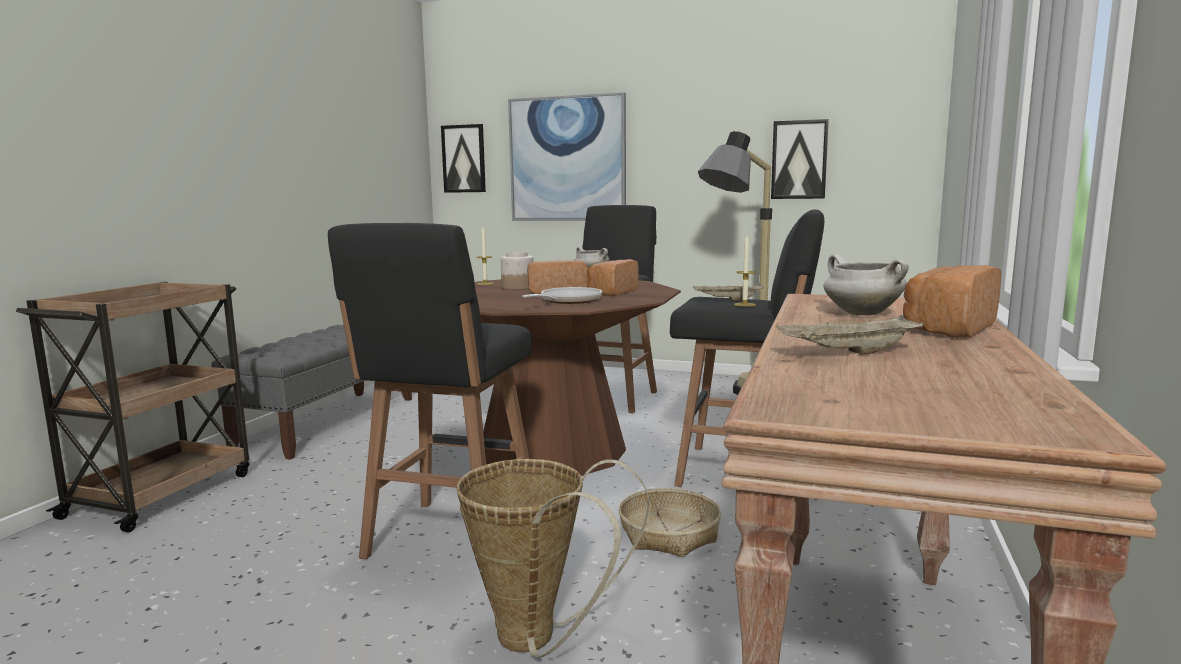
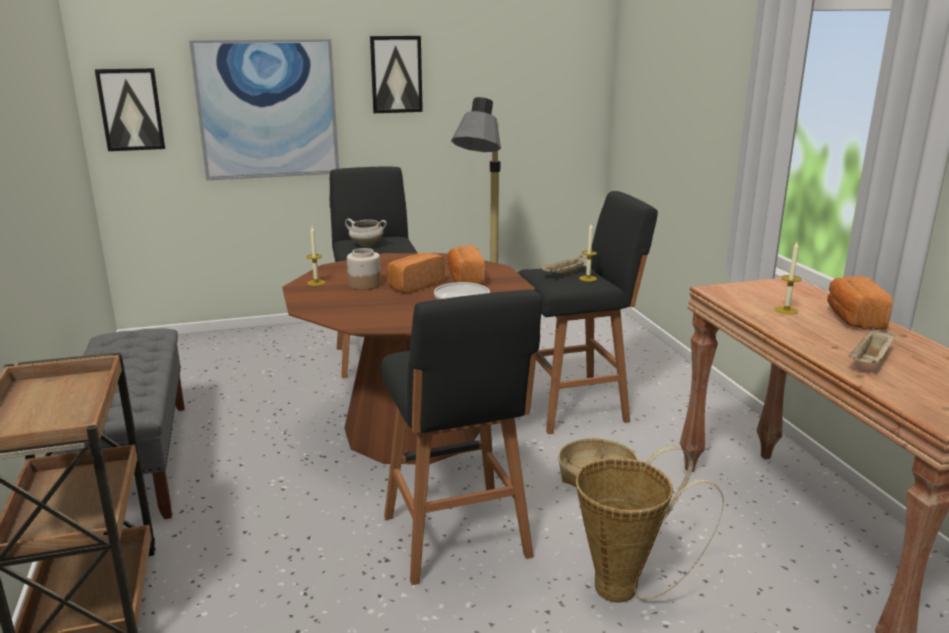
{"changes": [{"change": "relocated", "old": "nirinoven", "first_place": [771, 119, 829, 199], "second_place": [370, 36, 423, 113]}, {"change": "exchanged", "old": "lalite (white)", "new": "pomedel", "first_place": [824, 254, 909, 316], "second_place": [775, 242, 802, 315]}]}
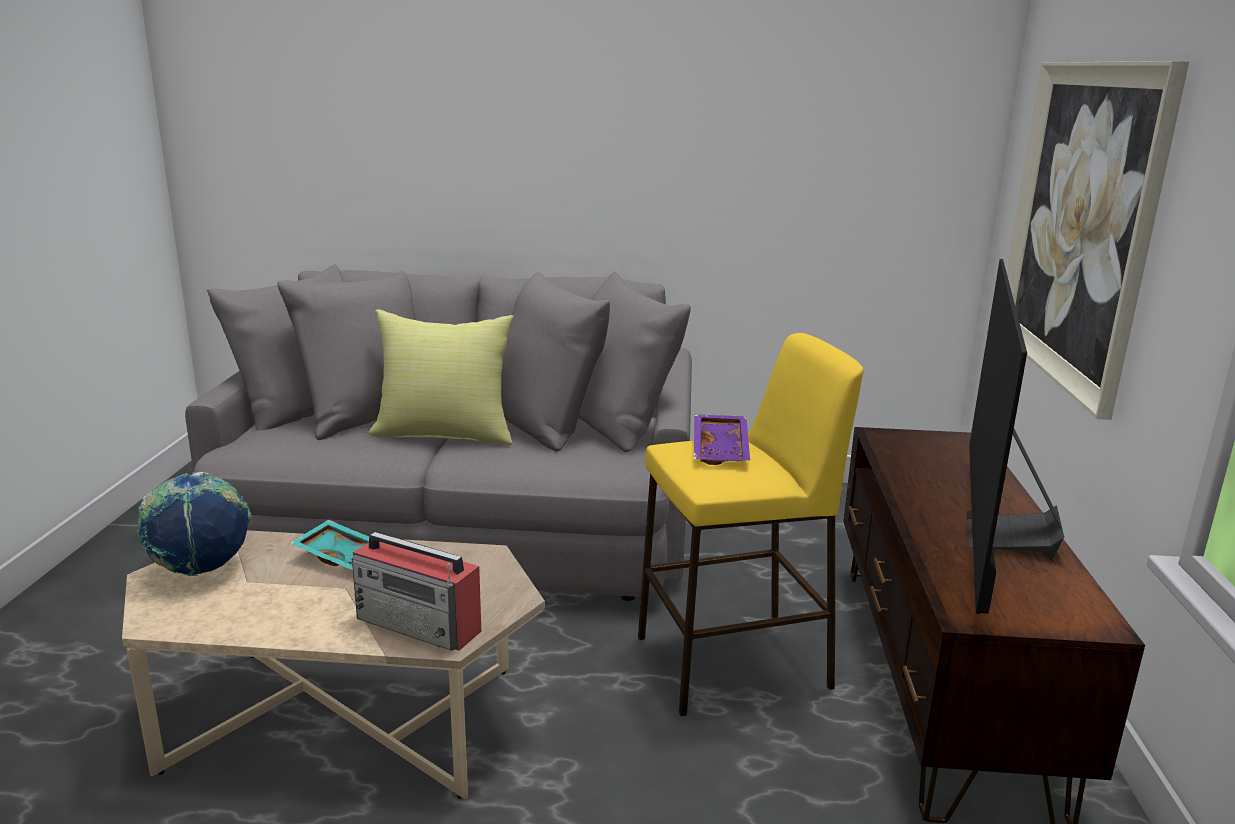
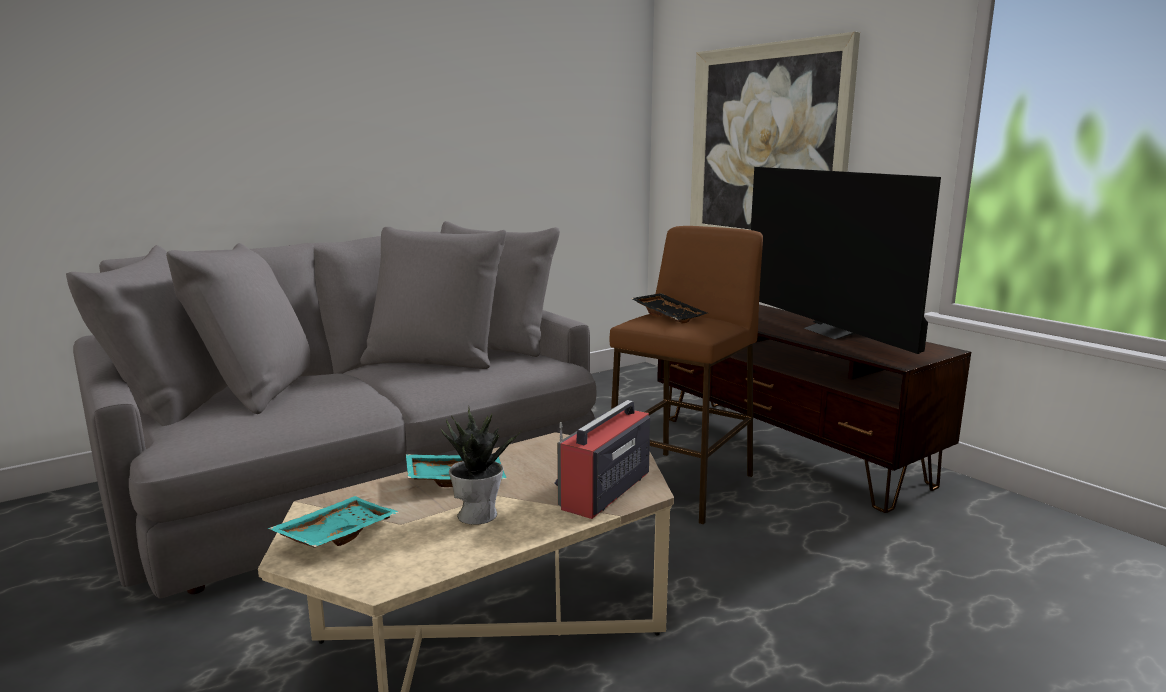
{"changes": [{"change": "exchanged", "old": "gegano", "new": "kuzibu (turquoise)", "first_place": [137, 472, 251, 576], "second_place": [268, 496, 399, 547]}, {"change": "appeared", "new": "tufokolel", "second_place": [441, 405, 521, 525]}, {"change": "spun", "old": "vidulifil", "first_place": [352, 532, 481, 651], "second_place": [555, 400, 650, 519], "degrees": 135}, {"change": "colour", "old": "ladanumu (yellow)", "new": "ladanumu (brown)", "first_place": [638, 333, 863, 716], "second_place": [610, 226, 763, 524]}, {"change": "colour", "old": "kuzibu (purple)", "new": "kuzibu (black)", "first_place": [694, 415, 750, 465], "second_place": [631, 293, 707, 324]}, {"change": "missing", "old": "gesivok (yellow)", "first_place": [368, 309, 514, 445]}]}
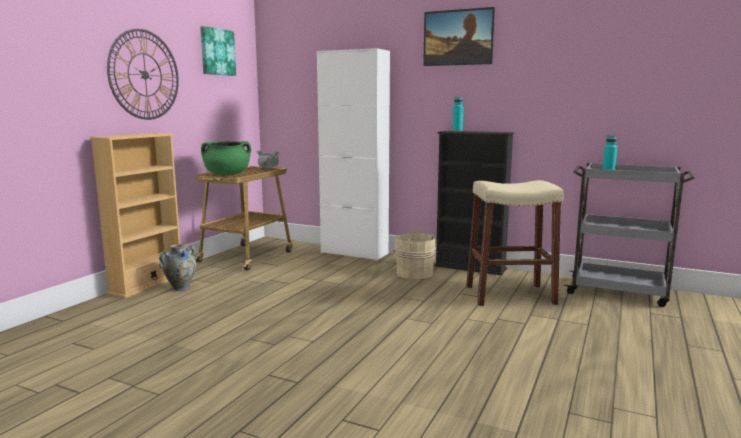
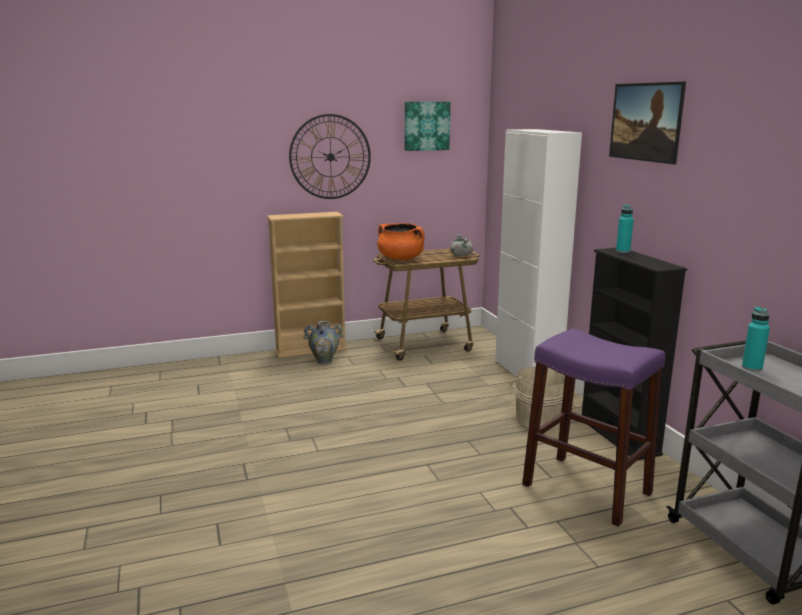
{"changes": [{"change": "colour", "old": "lalite (green)", "new": "lalite (orange)", "first_place": [201, 141, 251, 175], "second_place": [377, 223, 424, 260]}, {"change": "colour", "old": "ladanumu (beige)", "new": "ladanumu (purple)", "first_place": [466, 180, 564, 306], "second_place": [522, 329, 665, 527]}]}
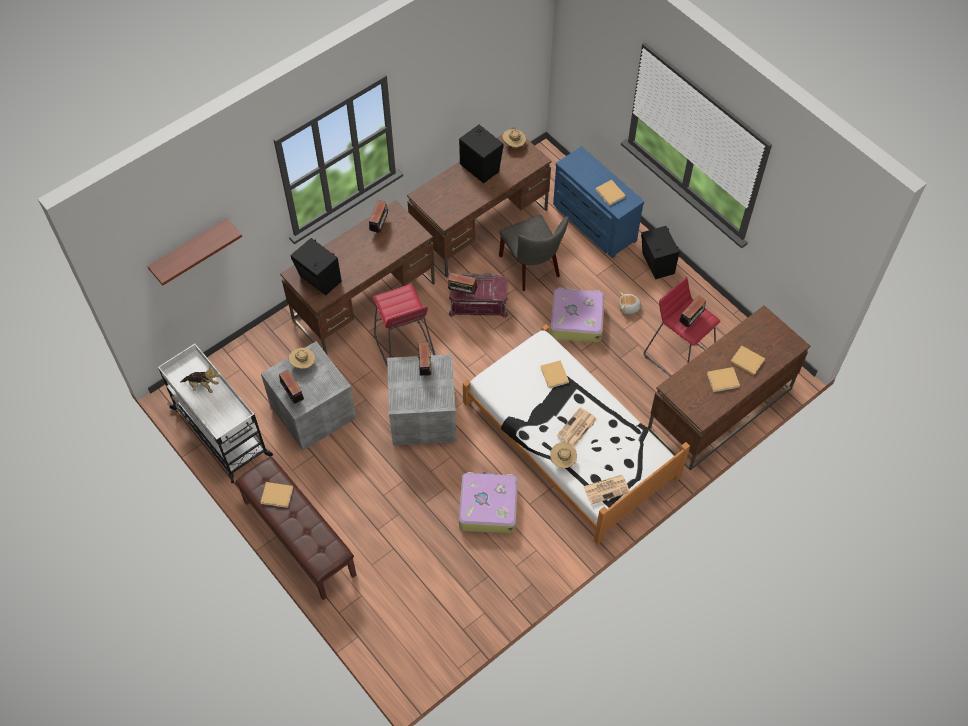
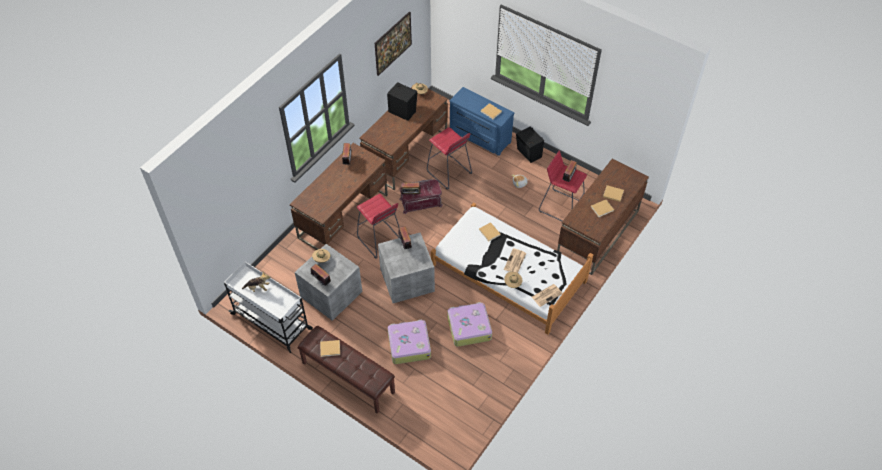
{"changes": [{"change": "appeared", "new": "nirinoven", "second_place": [375, 12, 412, 76]}, {"change": "relocated", "old": "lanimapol", "first_place": [550, 288, 605, 343], "second_place": [388, 319, 431, 364]}, {"change": "exchanged", "old": "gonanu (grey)", "new": "ladanumu (red)", "first_place": [499, 215, 569, 291], "second_place": [427, 127, 472, 189]}, {"change": "missing", "old": "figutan", "first_place": [147, 218, 242, 285]}, {"change": "missing", "old": "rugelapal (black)", "first_place": [291, 238, 342, 295]}]}
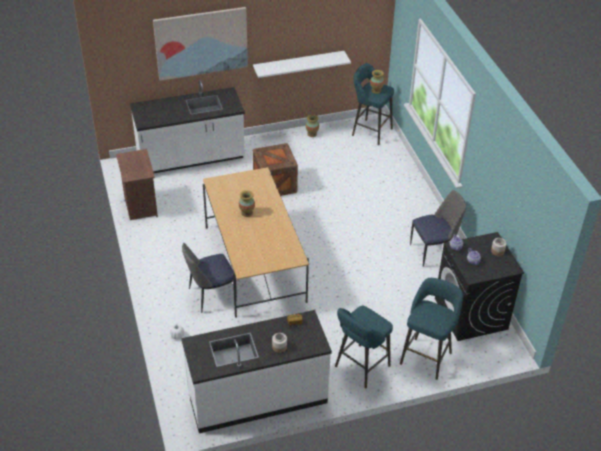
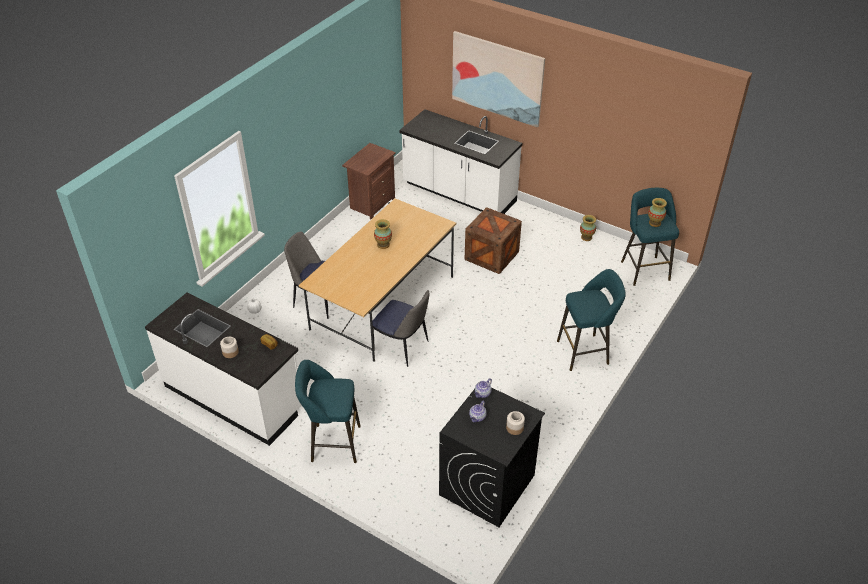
{"changes": [{"change": "relocated", "old": "gonanu", "first_place": [410, 190, 466, 267], "second_place": [372, 290, 430, 367]}, {"change": "relocated", "old": "ladanumu (turquoise)", "first_place": [400, 278, 463, 380], "second_place": [557, 269, 626, 371]}, {"change": "missing", "old": "figutan (white)", "first_place": [253, 51, 351, 78]}]}
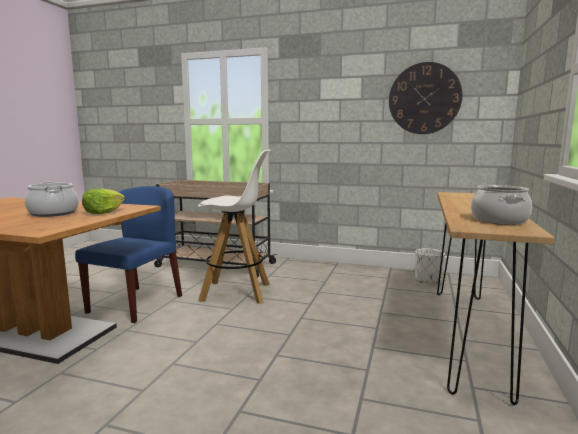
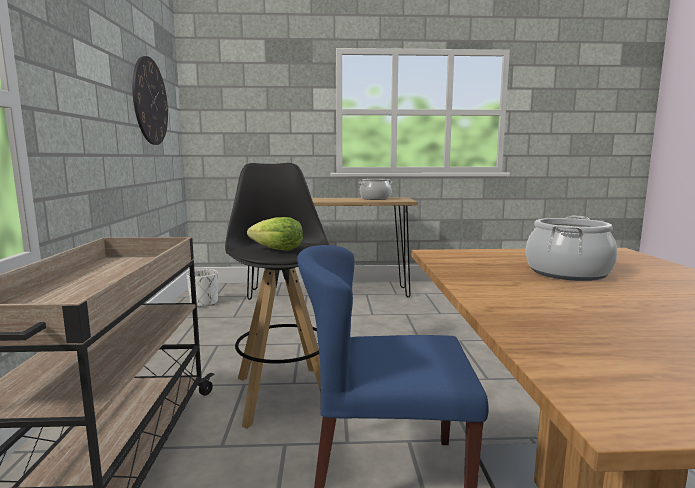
{"changes": [{"change": "colour", "old": "ladanumu (white)", "new": "ladanumu (black)", "first_place": [198, 149, 271, 304], "second_place": [225, 163, 329, 429]}, {"change": "relocated", "old": "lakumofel", "first_place": [82, 189, 125, 214], "second_place": [247, 217, 303, 251]}]}
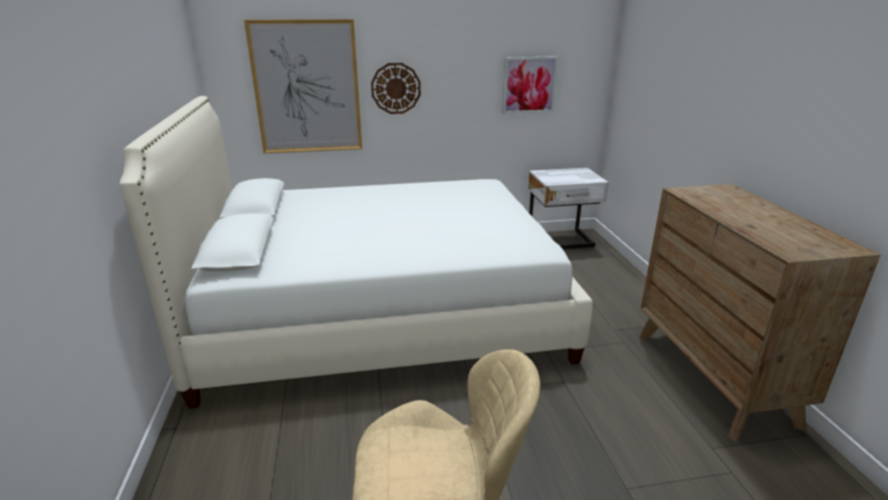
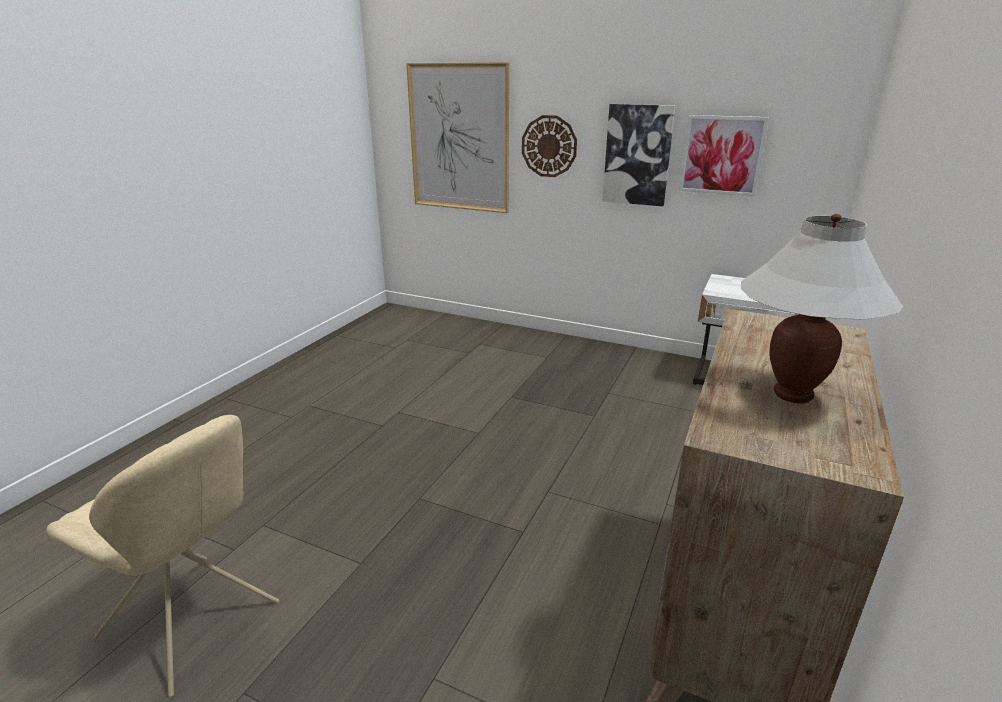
{"changes": [{"change": "appeared", "new": "nirinoven", "second_place": [602, 104, 676, 206]}, {"change": "appeared", "new": "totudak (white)", "second_place": [741, 214, 903, 404]}, {"change": "missing", "old": "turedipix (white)", "first_place": [120, 96, 593, 409]}]}
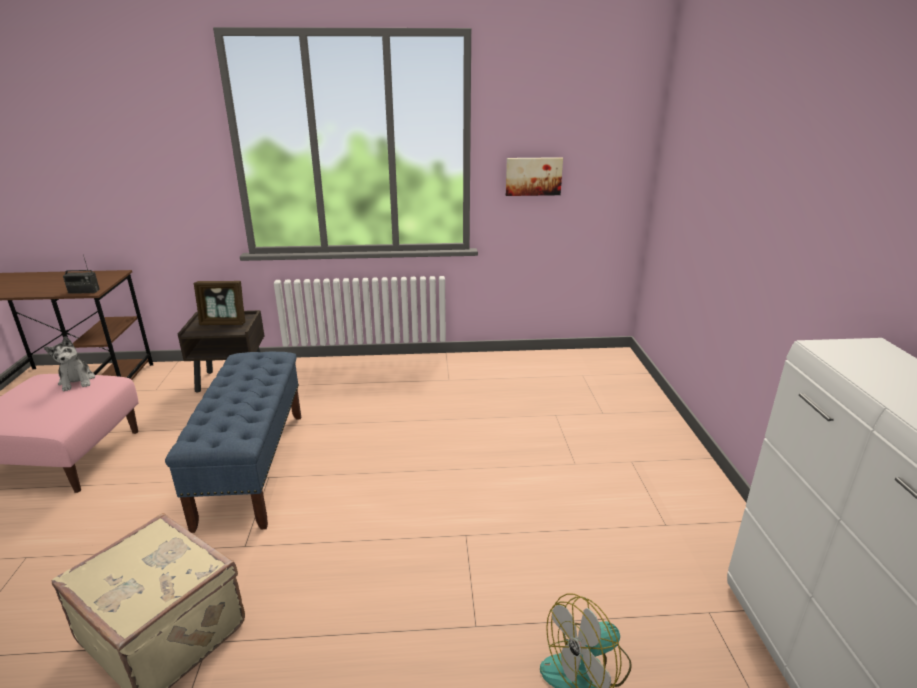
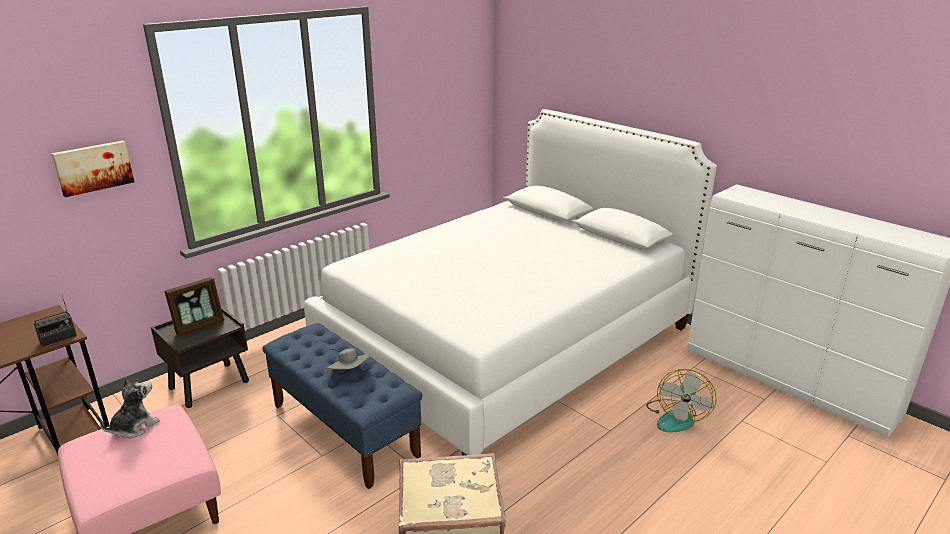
{"changes": [{"change": "relocated", "old": "nirinoven", "first_place": [506, 157, 563, 196], "second_place": [52, 141, 134, 197]}, {"change": "spun", "old": "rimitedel", "first_place": [44, 336, 95, 391], "second_place": [100, 376, 160, 438], "degrees": -75}, {"change": "appeared", "new": "turedipix (white)", "second_place": [304, 109, 717, 455]}, {"change": "appeared", "new": "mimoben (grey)", "second_place": [327, 349, 370, 369]}]}
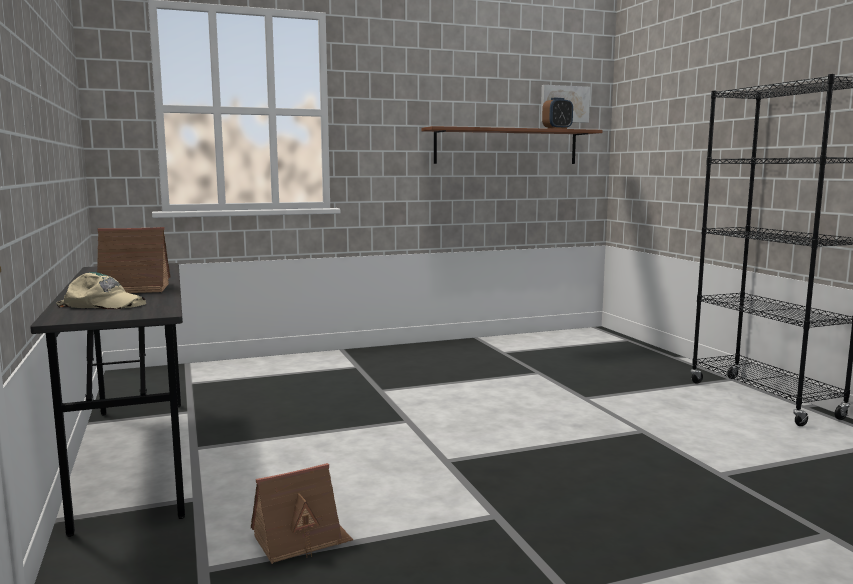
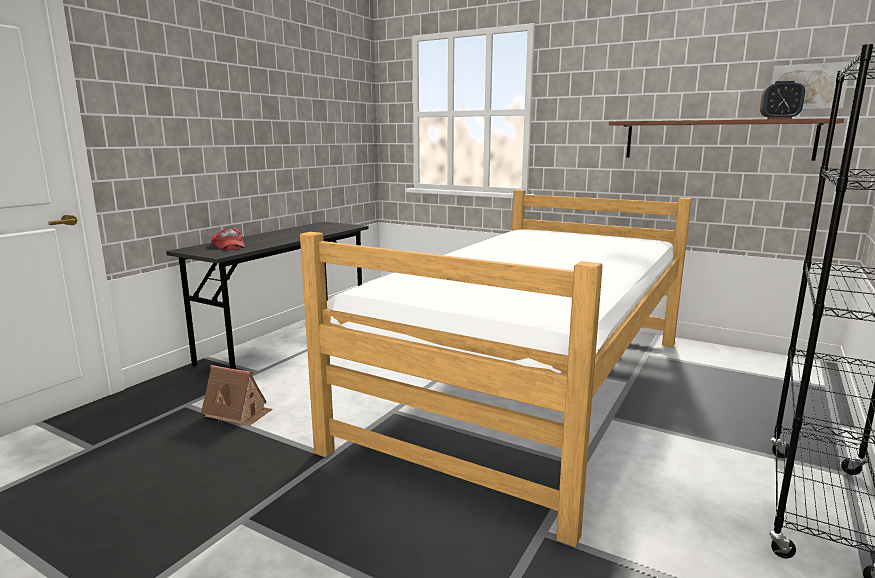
{"changes": [{"change": "colour", "old": "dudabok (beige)", "new": "dudabok (red)", "first_place": [56, 272, 146, 309], "second_place": [211, 226, 245, 250]}, {"change": "appeared", "new": "turedipix", "second_place": [300, 190, 692, 547]}, {"change": "missing", "old": "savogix", "first_place": [97, 227, 171, 293]}]}
